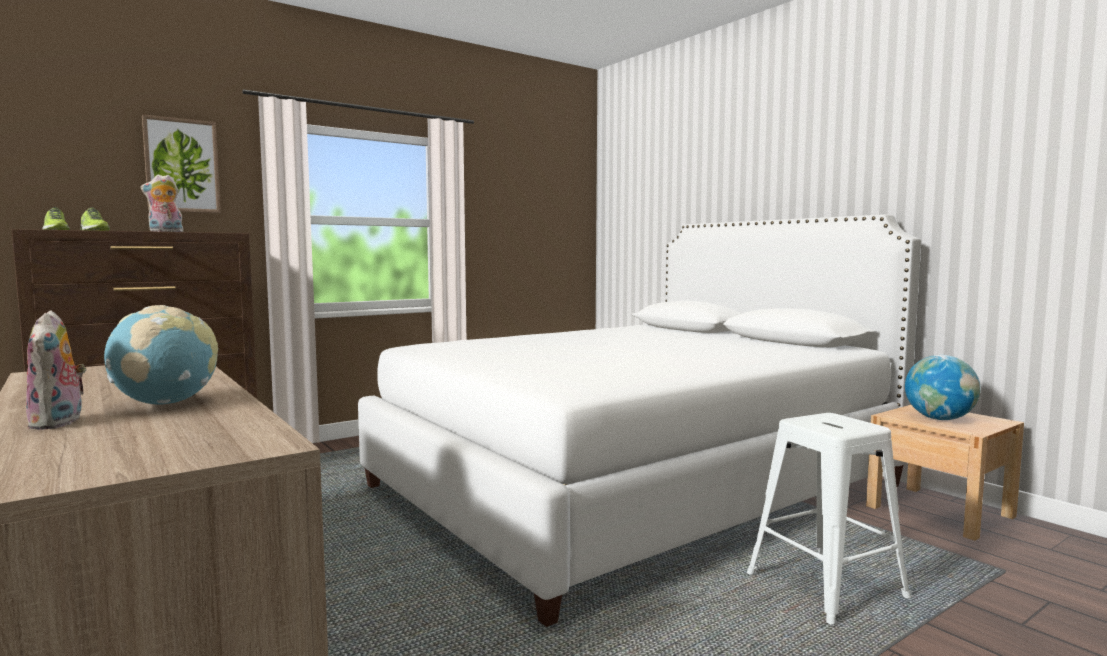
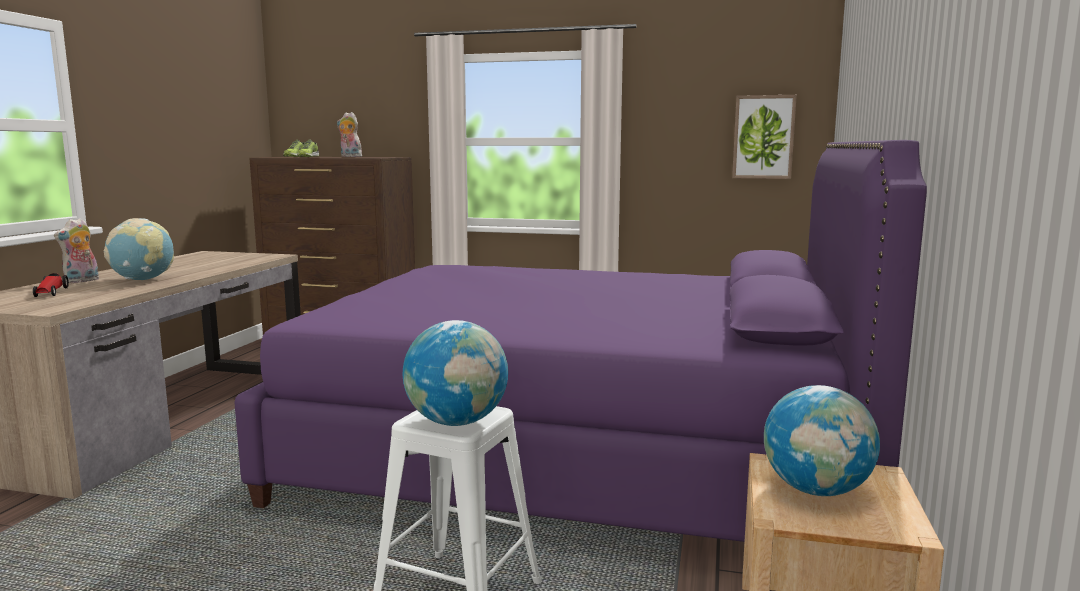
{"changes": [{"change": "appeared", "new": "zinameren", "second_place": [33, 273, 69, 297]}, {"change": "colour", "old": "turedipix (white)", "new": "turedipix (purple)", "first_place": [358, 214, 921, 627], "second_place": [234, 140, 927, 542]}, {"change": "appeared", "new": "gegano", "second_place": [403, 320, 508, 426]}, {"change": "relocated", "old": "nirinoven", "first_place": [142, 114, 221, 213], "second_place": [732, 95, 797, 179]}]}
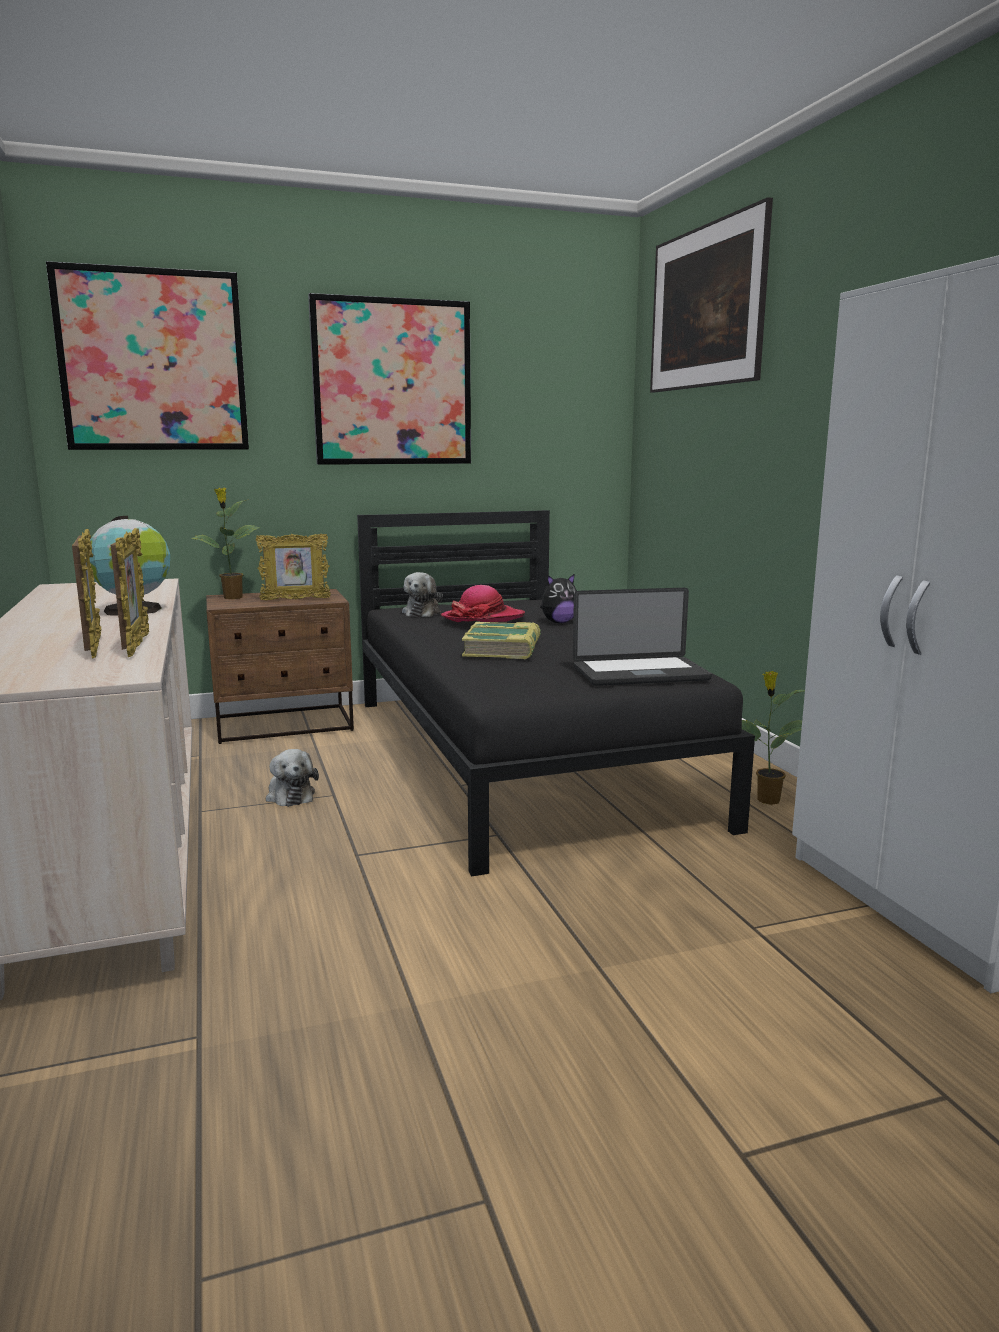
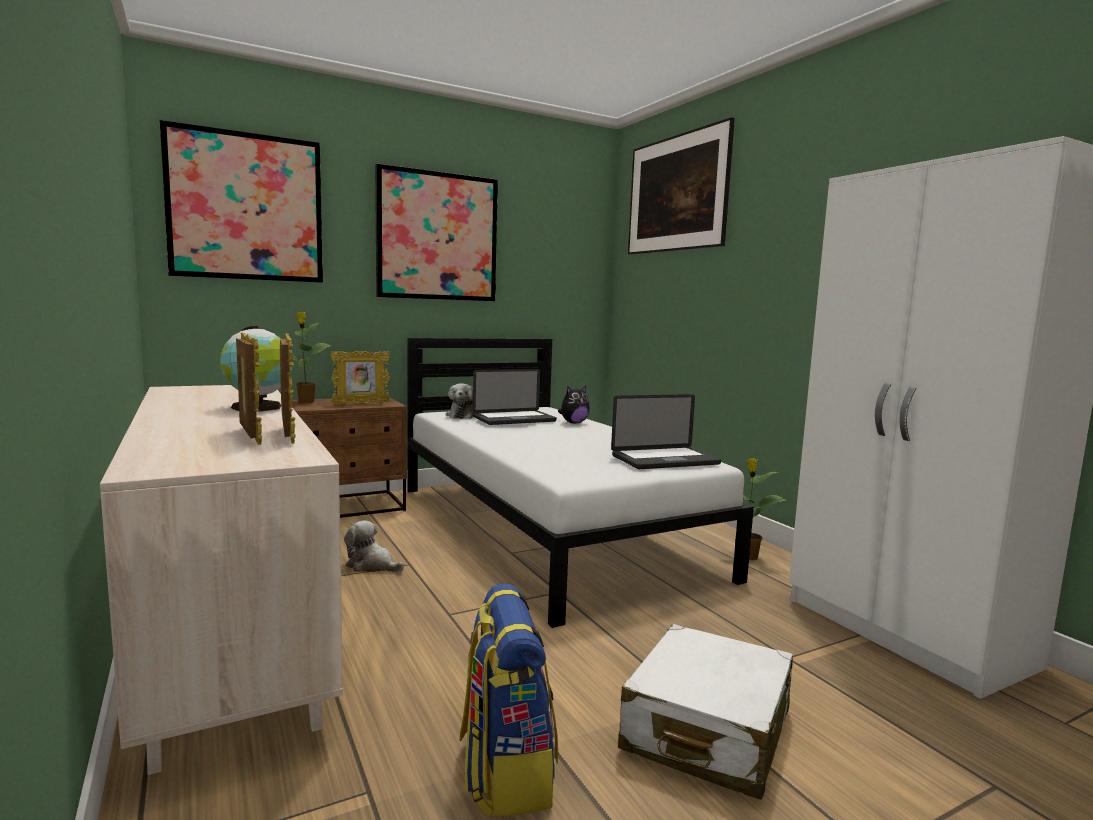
{"changes": [{"change": "spun", "old": "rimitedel", "first_place": [266, 749, 319, 807], "second_place": [344, 520, 404, 572], "degrees": 150}, {"change": "colour", "old": "turedipix (black)", "new": "turedipix (white)", "first_place": [357, 510, 755, 876], "second_place": [407, 338, 754, 628]}, {"change": "appeared", "new": "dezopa", "second_place": [460, 584, 558, 817]}, {"change": "exchanged", "old": "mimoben", "new": "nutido", "first_place": [440, 585, 525, 622], "second_place": [473, 369, 557, 425]}, {"change": "appeared", "new": "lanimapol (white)", "second_place": [618, 624, 793, 800]}, {"change": "missing", "old": "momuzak", "first_place": [462, 622, 541, 659]}]}
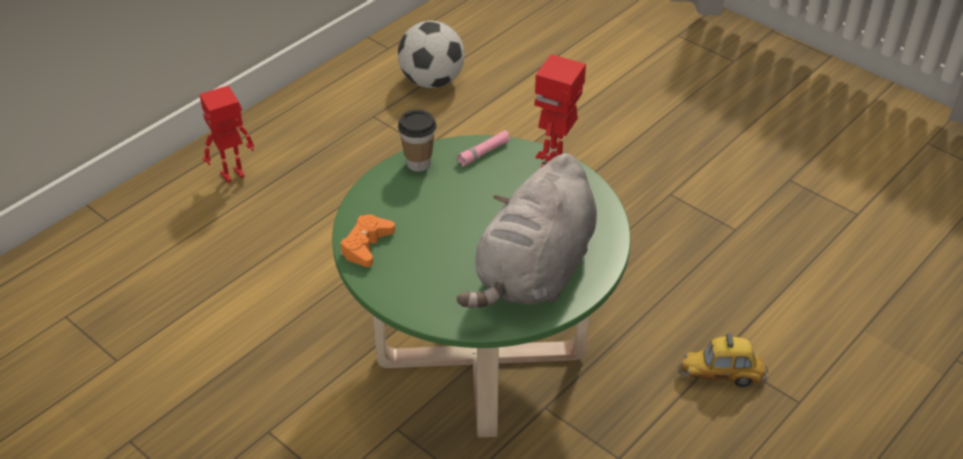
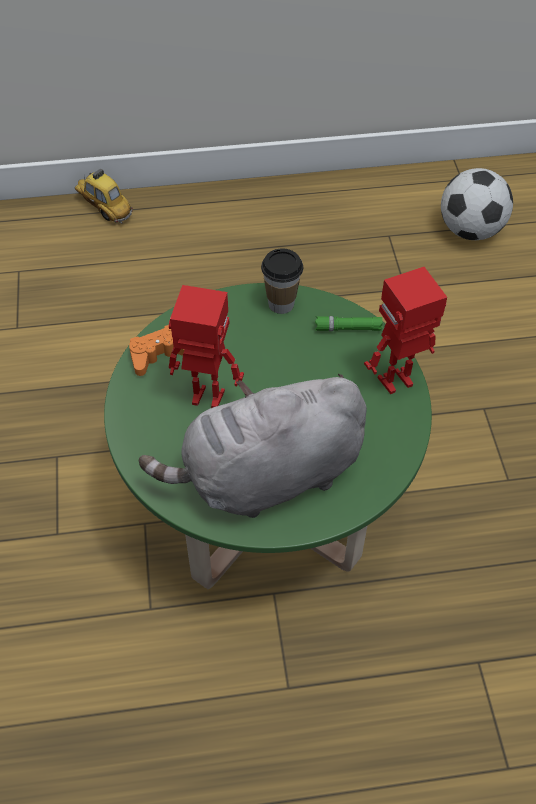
{"changes": [{"change": "relocated", "old": "zinameren", "first_place": [678, 333, 768, 387], "second_place": [75, 168, 133, 224]}, {"change": "relocated", "old": "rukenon", "first_place": [199, 85, 254, 183], "second_place": [169, 285, 244, 408]}, {"change": "colour", "old": "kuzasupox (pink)", "new": "kuzasupox (green)", "first_place": [457, 130, 511, 166], "second_place": [315, 316, 383, 331]}]}
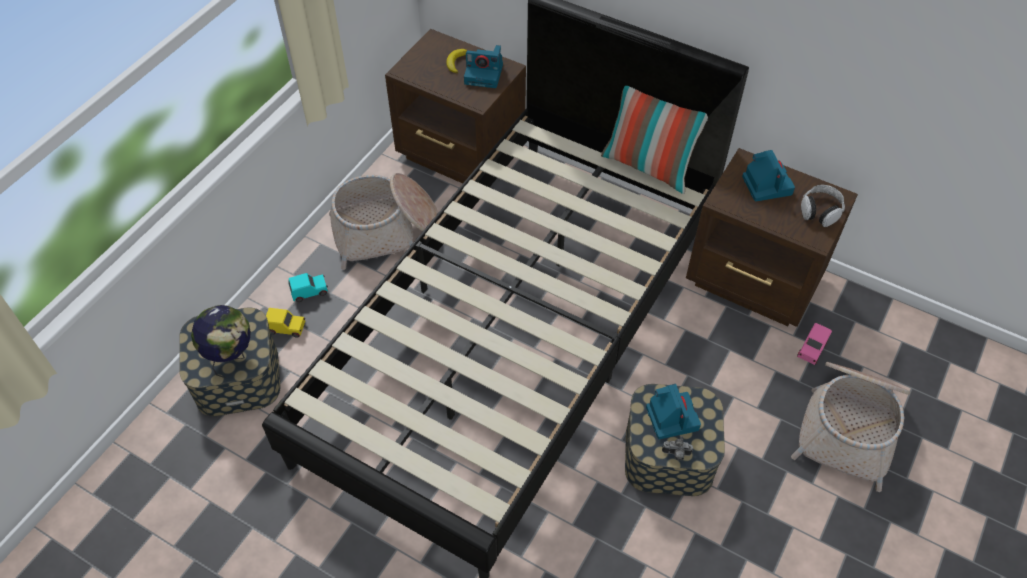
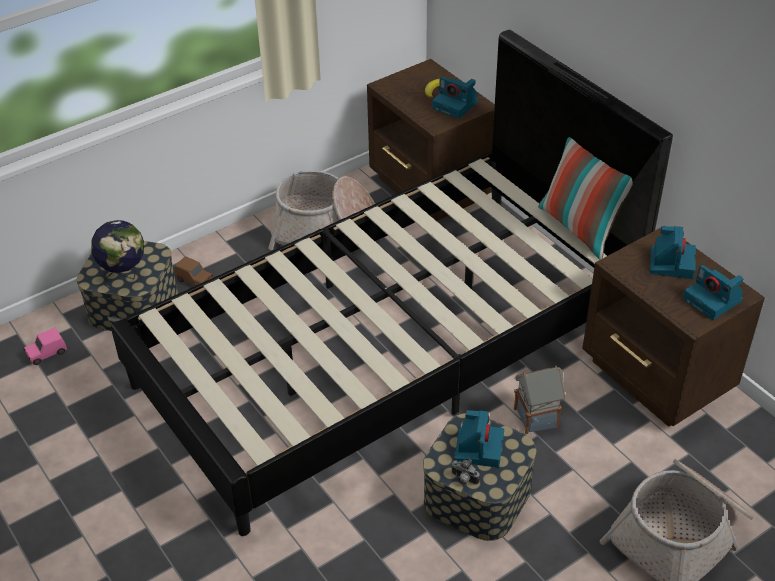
{"changes": [{"change": "relocated", "old": "zinameren (pink)", "first_place": [797, 323, 832, 365], "second_place": [24, 328, 67, 365]}, {"change": "colour", "old": "zinameren (yellow)", "new": "zinameren (brown)", "first_place": [266, 308, 305, 338], "second_place": [175, 256, 213, 286]}, {"change": "appeared", "new": "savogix", "second_place": [514, 365, 566, 434]}, {"change": "exchanged", "old": "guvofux", "new": "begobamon", "first_place": [801, 185, 845, 227], "second_place": [683, 265, 744, 320]}, {"change": "missing", "old": "zinameren (turquoise)", "first_place": [289, 273, 328, 302]}]}
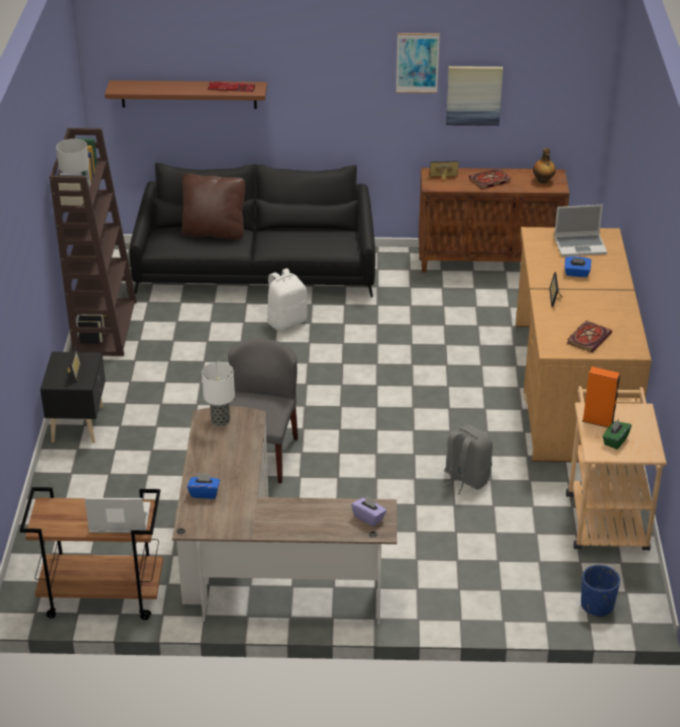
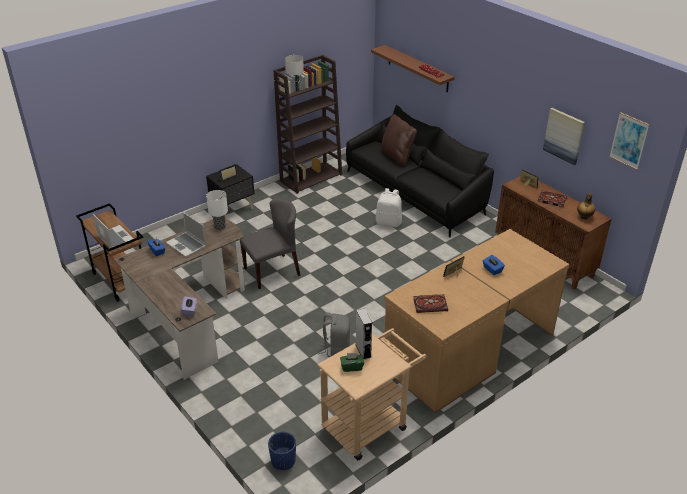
{"changes": [{"change": "relocated", "old": "nutido", "first_place": [554, 205, 607, 256], "second_place": [166, 212, 206, 257]}, {"change": "colour", "old": "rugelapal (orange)", "new": "rugelapal (grey)", "first_place": [582, 367, 620, 428], "second_place": [356, 308, 372, 360]}, {"change": "relocated", "old": "nirinoven", "first_place": [396, 33, 440, 93], "second_place": [609, 112, 650, 170]}]}
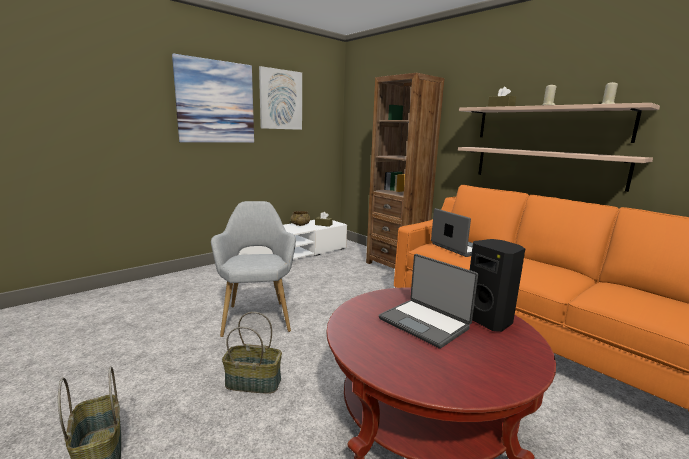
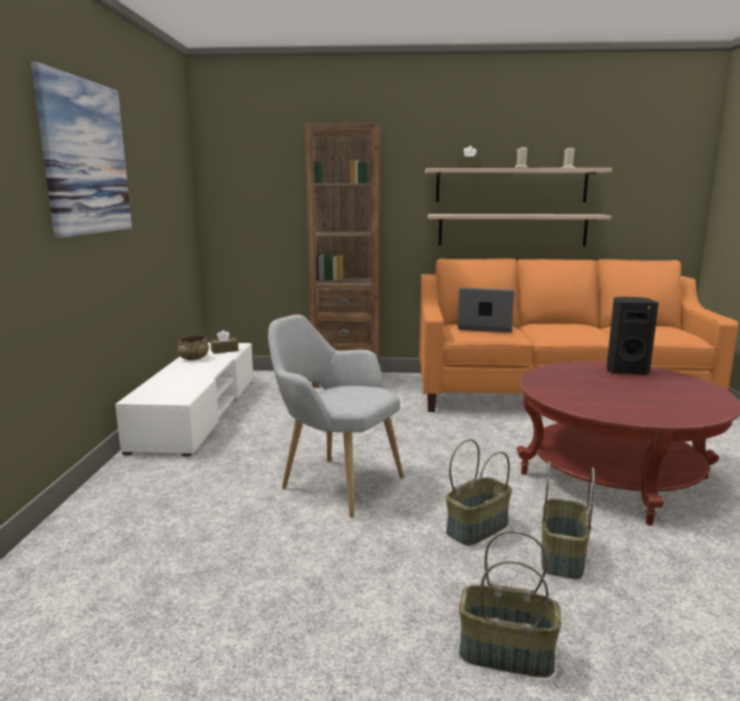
{"changes": [{"change": "appeared", "new": "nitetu", "second_place": [541, 462, 595, 579]}, {"change": "missing", "old": "nirinoven", "first_place": [259, 66, 302, 130]}, {"change": "missing", "old": "nutido", "first_place": [379, 254, 478, 349]}]}
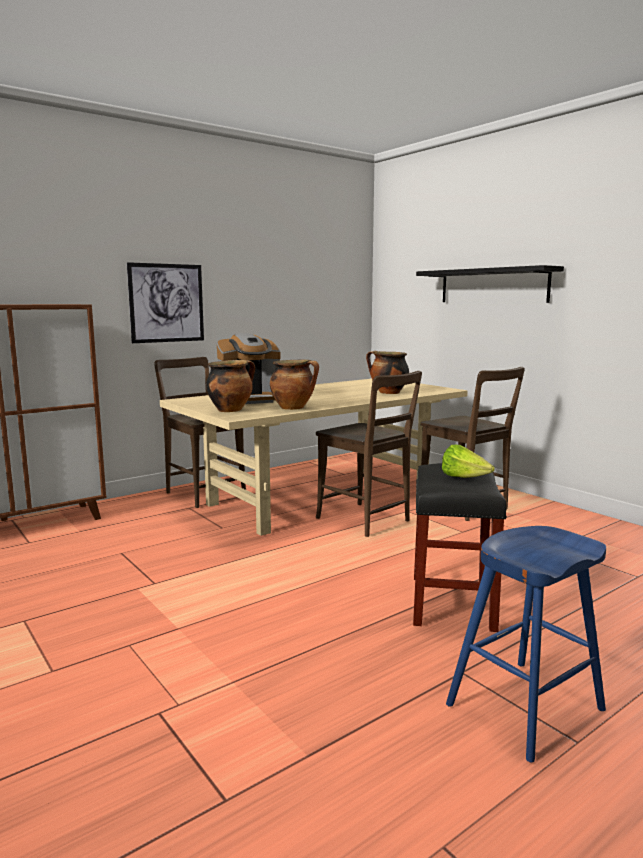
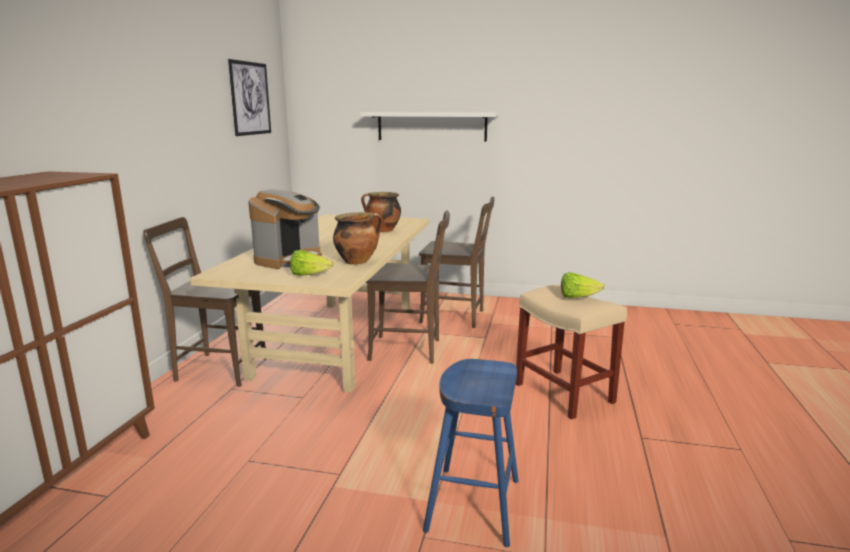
{"changes": [{"change": "relocated", "old": "nirinoven", "first_place": [127, 262, 204, 343], "second_place": [228, 59, 271, 136]}, {"change": "exchanged", "old": "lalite", "new": "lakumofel", "first_place": [206, 360, 255, 412], "second_place": [290, 250, 334, 276]}, {"change": "colour", "old": "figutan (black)", "new": "figutan (white)", "first_place": [416, 265, 564, 303], "second_place": [360, 112, 498, 141]}, {"change": "relocated", "old": "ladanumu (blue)", "first_place": [446, 526, 606, 762], "second_place": [423, 359, 519, 547]}, {"change": "colour", "old": "ladanumu (black)", "new": "ladanumu (beige)", "first_place": [413, 463, 507, 632], "second_place": [515, 285, 627, 419]}]}
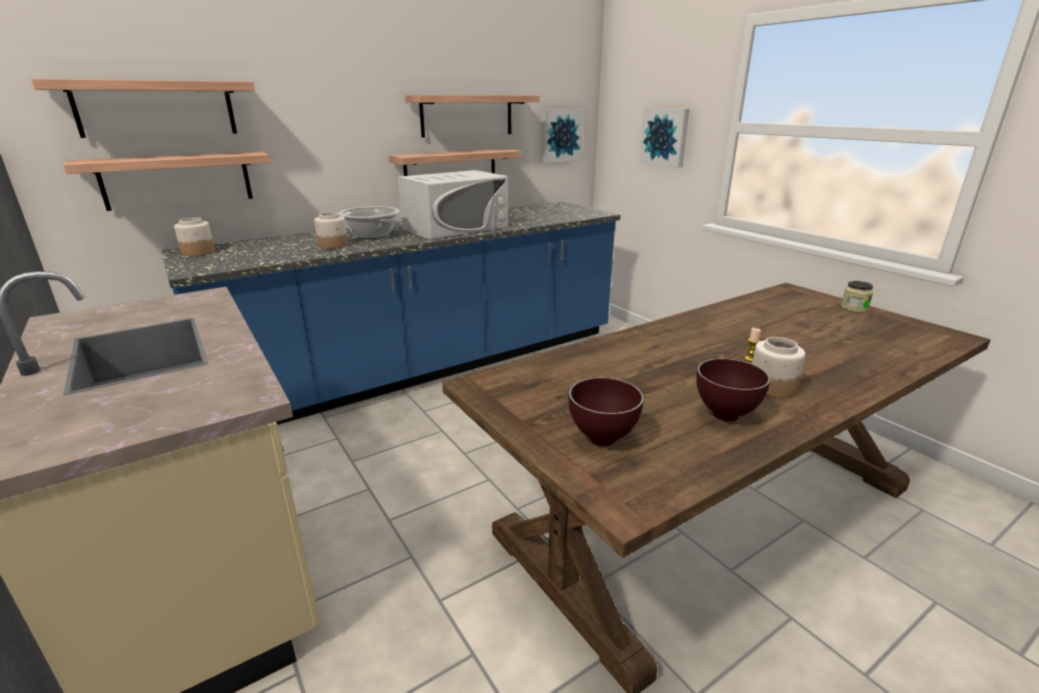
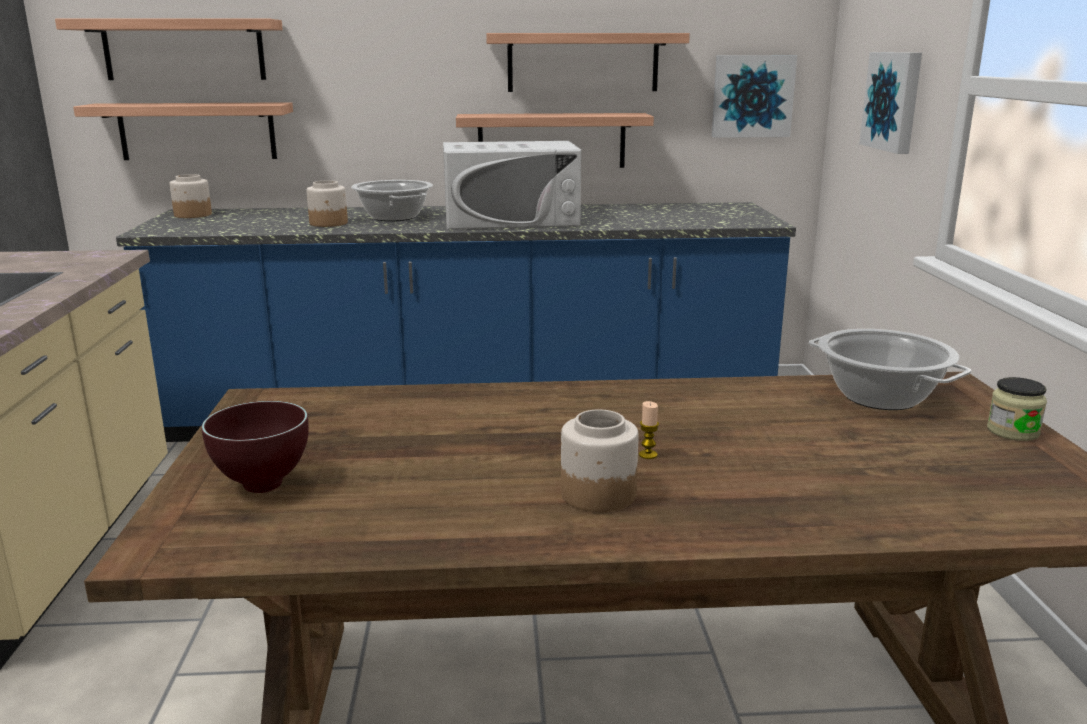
{"changes": [{"change": "appeared", "new": "lalite", "second_place": [809, 329, 971, 410]}, {"change": "missing", "old": "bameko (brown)", "first_place": [696, 358, 770, 422]}]}
